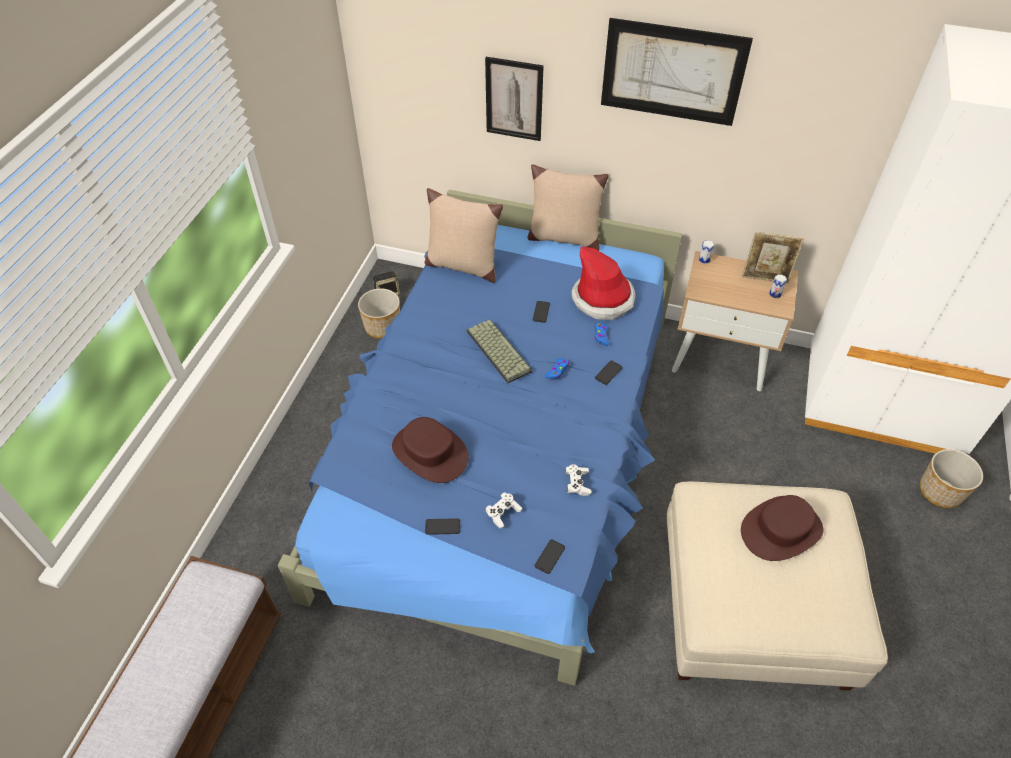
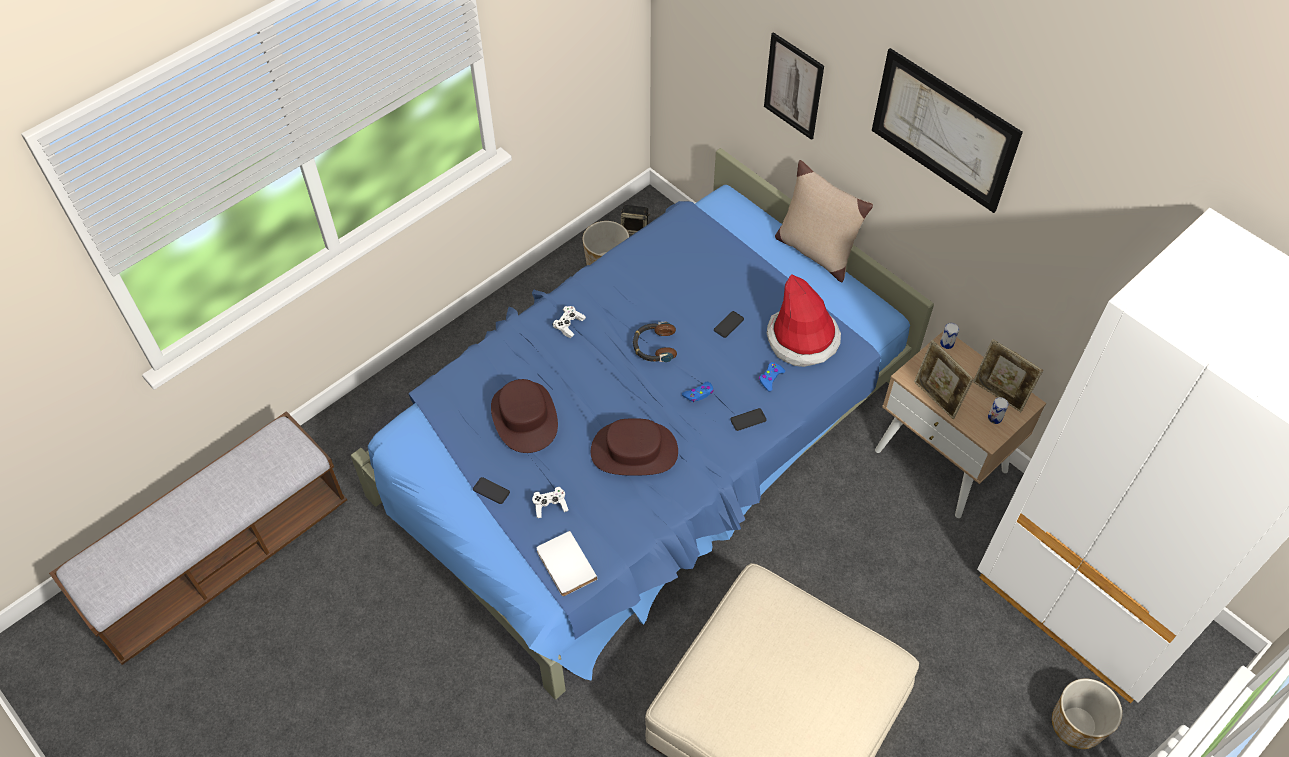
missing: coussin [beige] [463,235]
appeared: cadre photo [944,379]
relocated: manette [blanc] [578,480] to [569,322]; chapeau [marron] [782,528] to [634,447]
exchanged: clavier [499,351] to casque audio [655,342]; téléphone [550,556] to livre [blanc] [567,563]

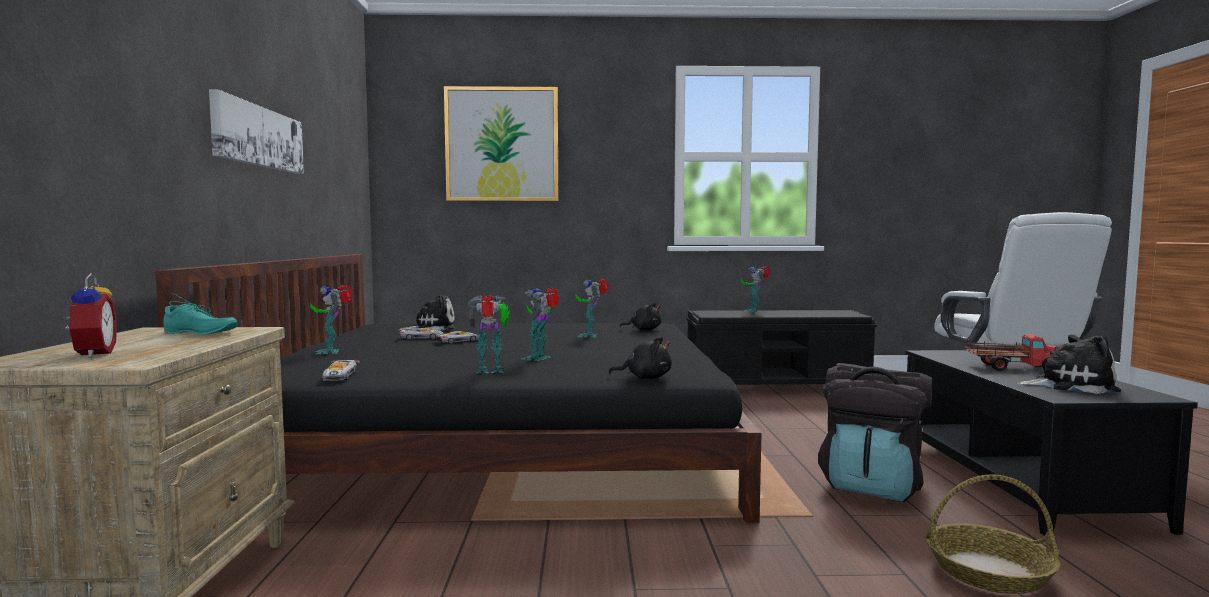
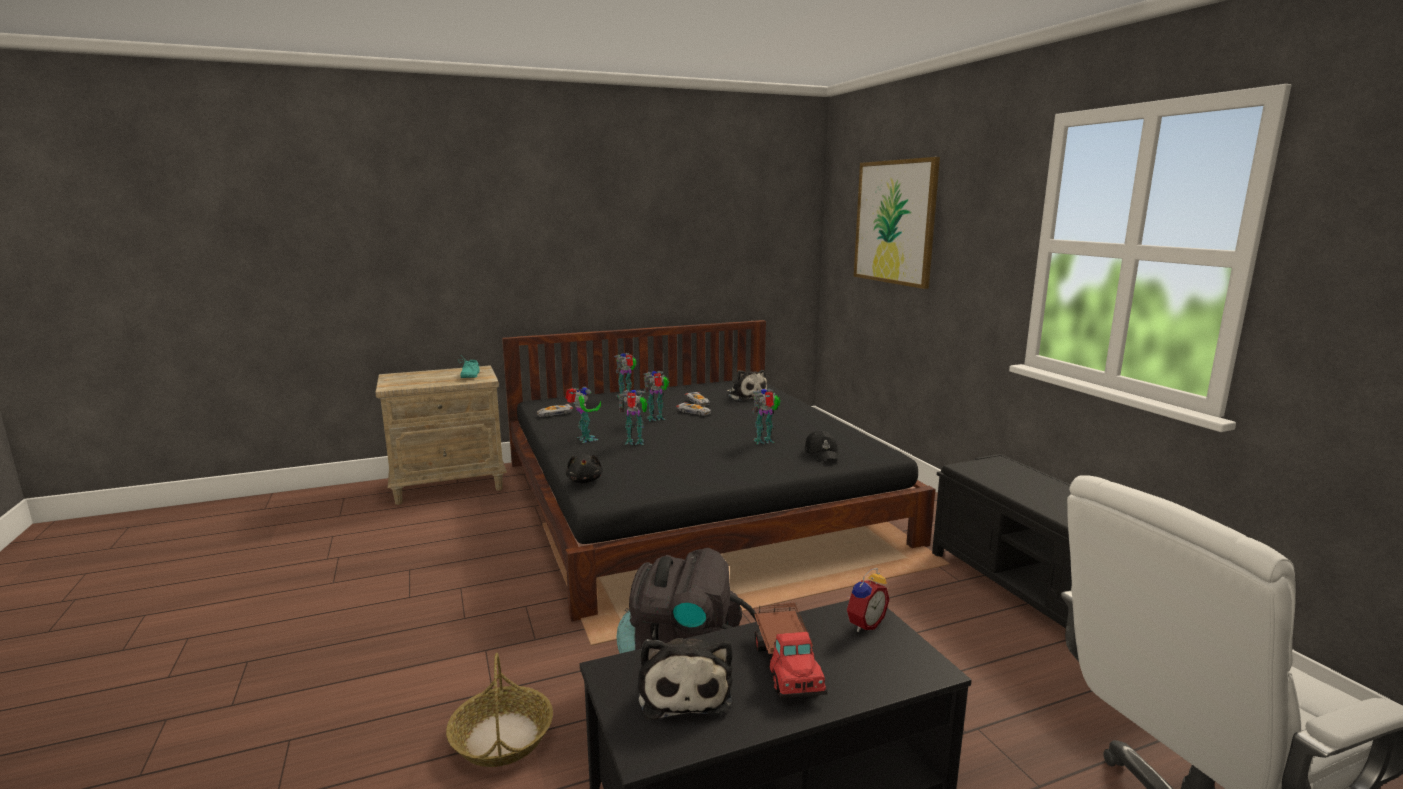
missing: tableau [256,131]
relocated: robot jouet [755,289] to [656,396]; réveil [88,315] to [867,600]
exchanged: peluche [noir] [640,316] to casquette [noir] [821,446]

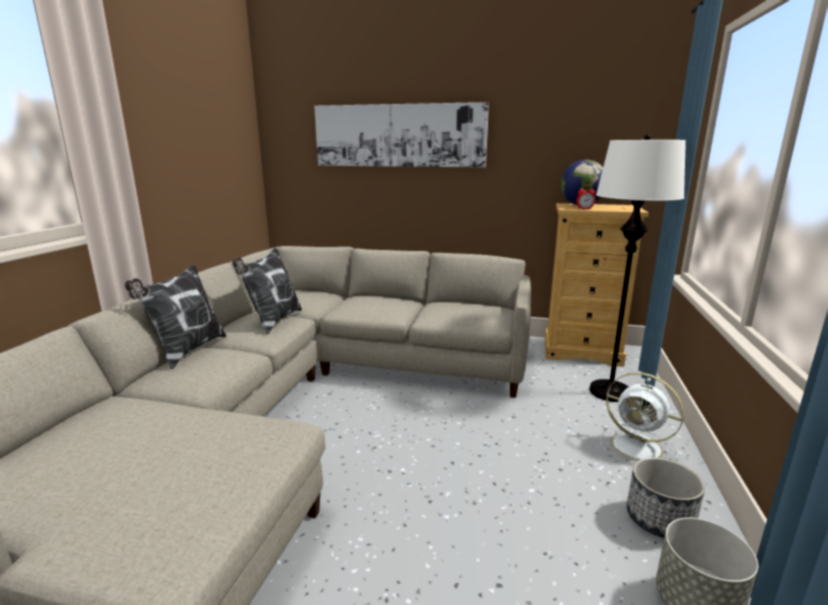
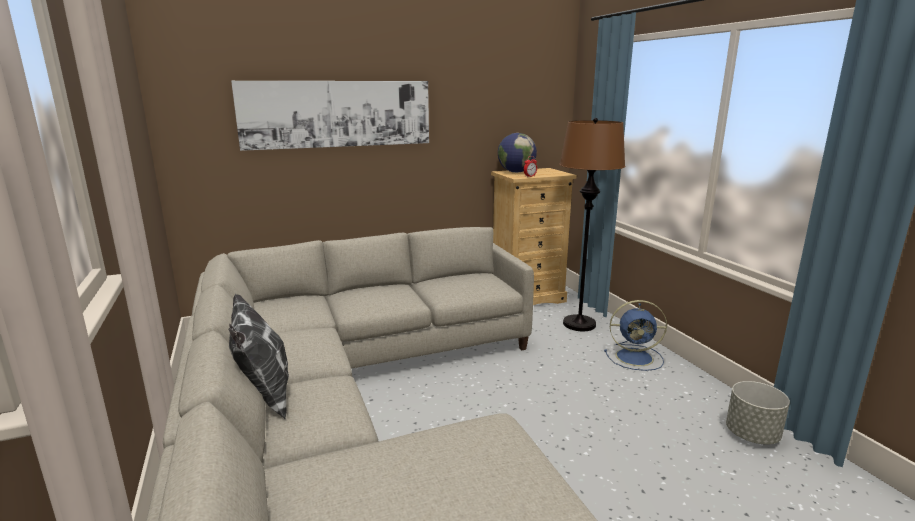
missing: coussin [267,291]; cache-pot [666,497]
colour: lampadaire [blanc] [638,268] to lampadaire [marron] [592,224]; ventilateur [blanc] [642,419] to ventilateur [bleu] [635,335]

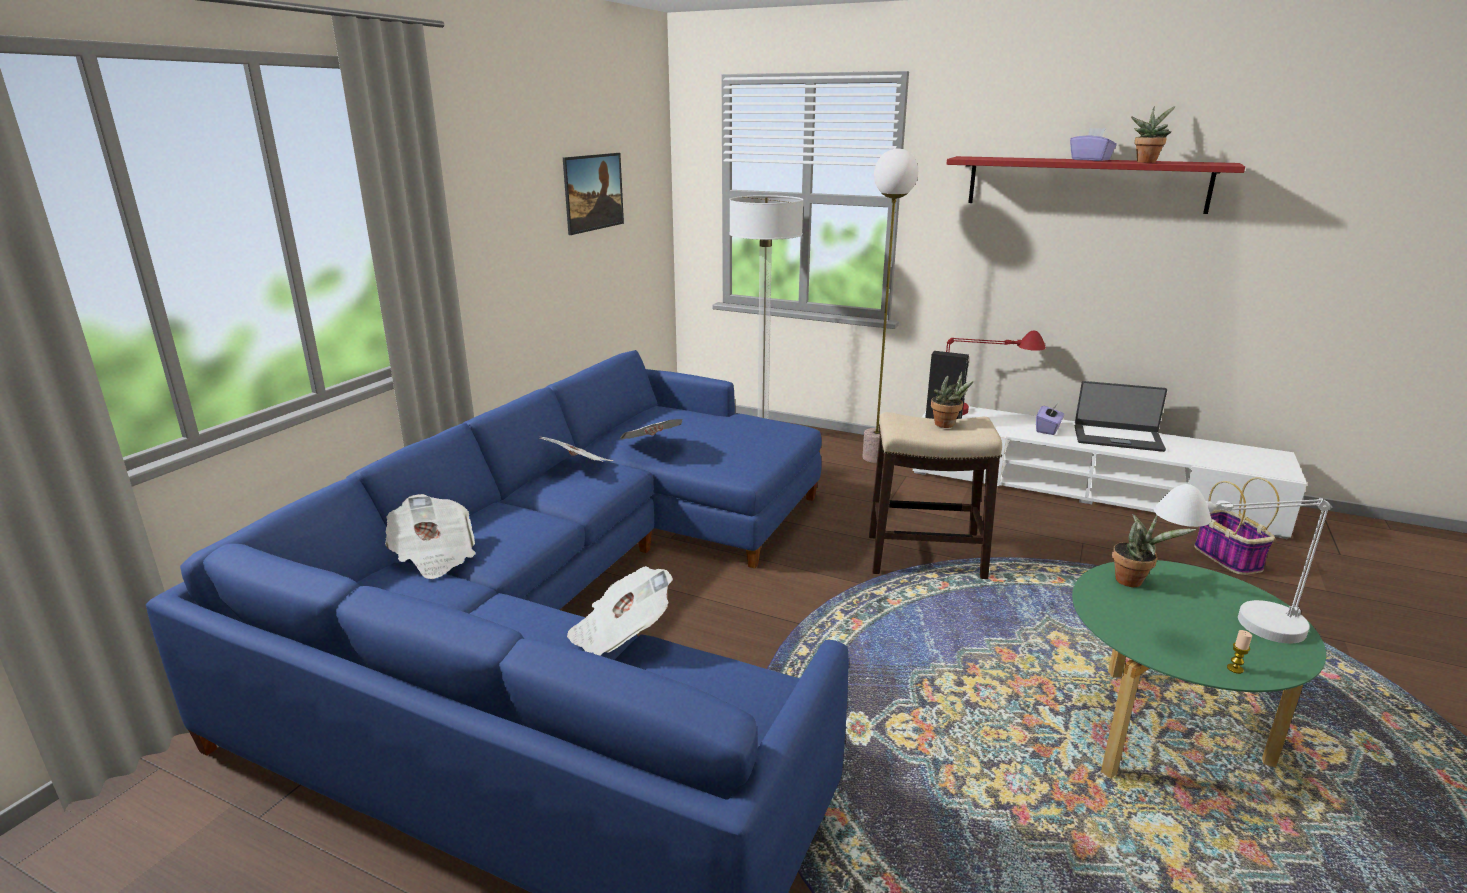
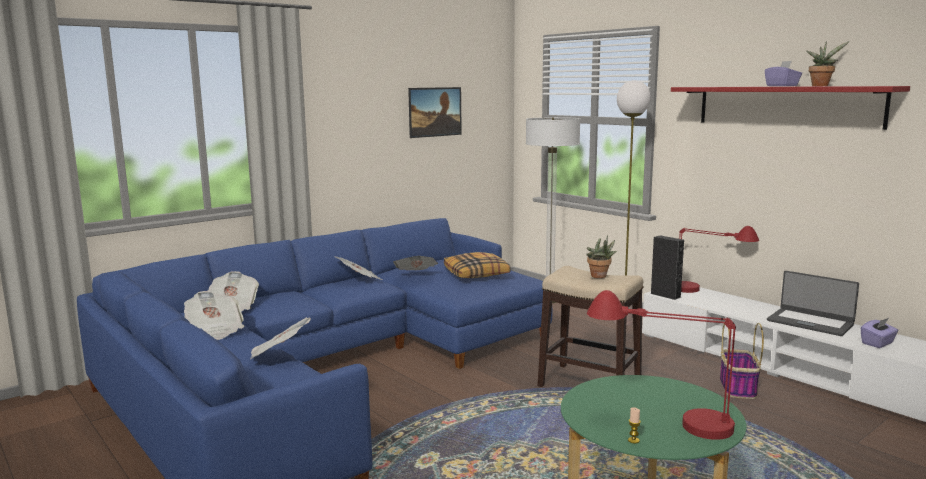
missing: plante en pot [1154,550]
appeared: coussin [477,265]; journal [214,315]
relocated: boîte à mouchoirs [violet] [1050,419] to [880,333]; panier [1237,526] to [742,361]
colour: lampe de table [blanc] [1243,563] to lampe de table [rouge] [661,365]

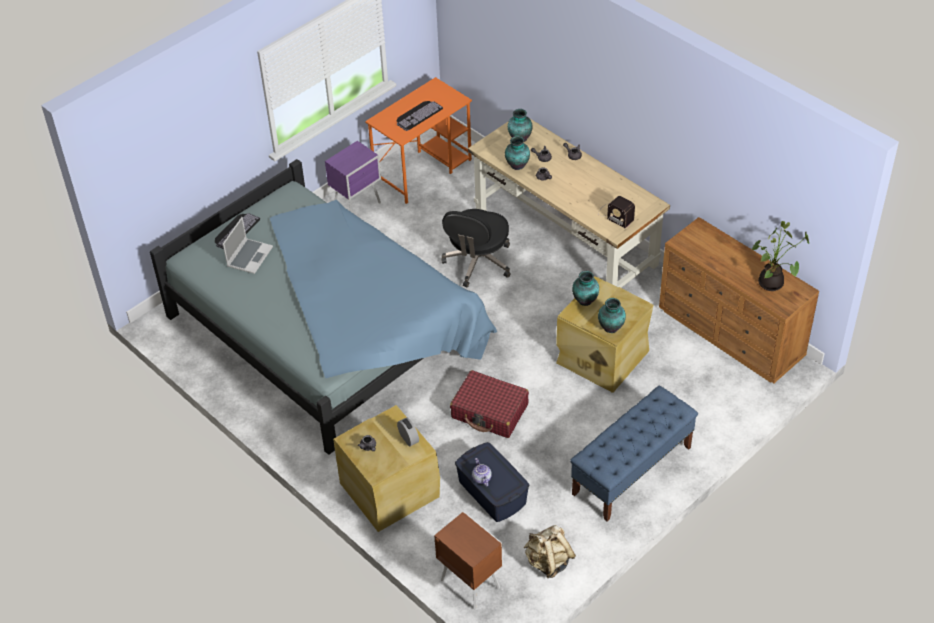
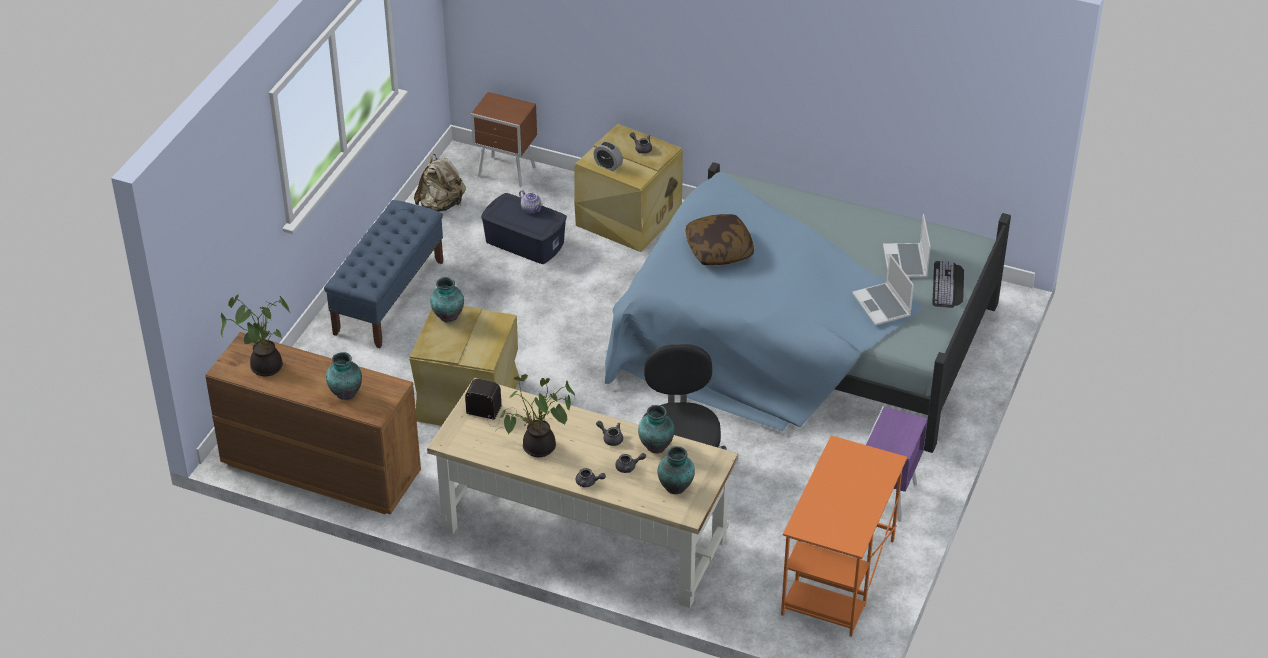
missing: clavier [420,116]; valise [rouge] [489,404]
appeared: coussin [719,239]; ordinateur portable [883,289]; plante en pot [538,415]
relocated: vase [585,288] to [344,376]

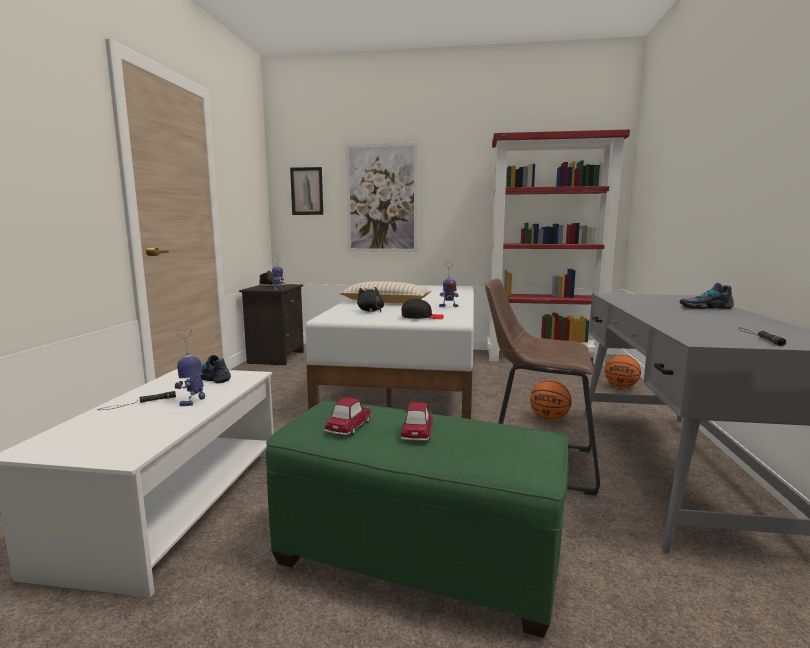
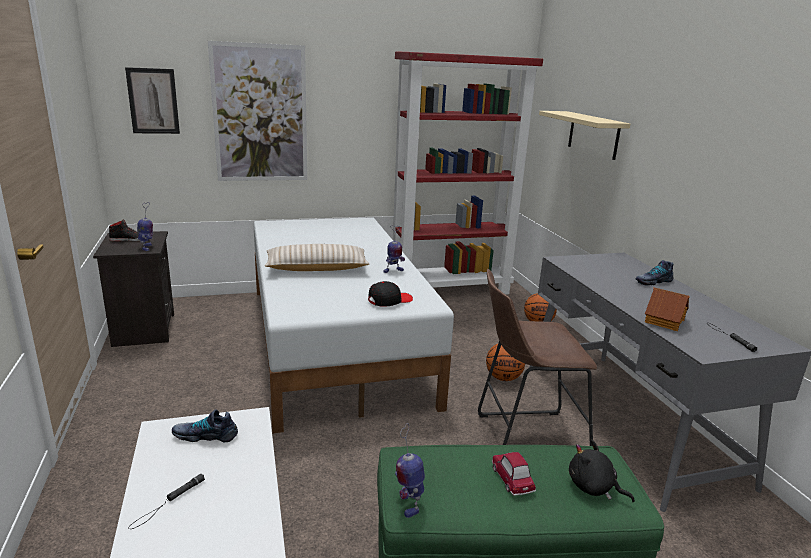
missing: petite voiture [348,416]
appeared: étagère [beige] [584,135]; maison miniature [667,309]
relocated: peluche [noir] [370,299] to [602,471]; robot jouet [190,367] to [410,470]

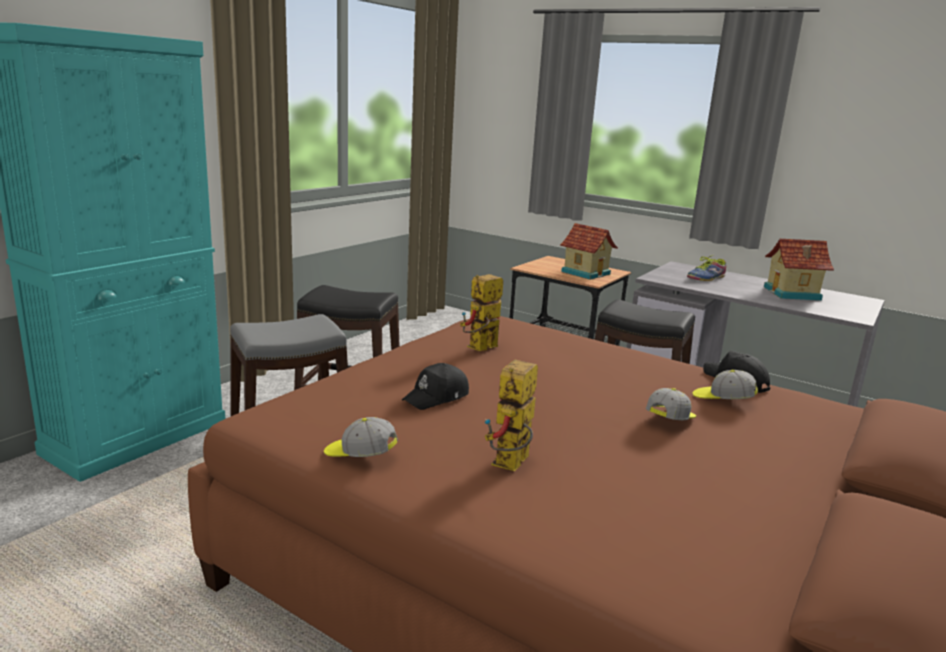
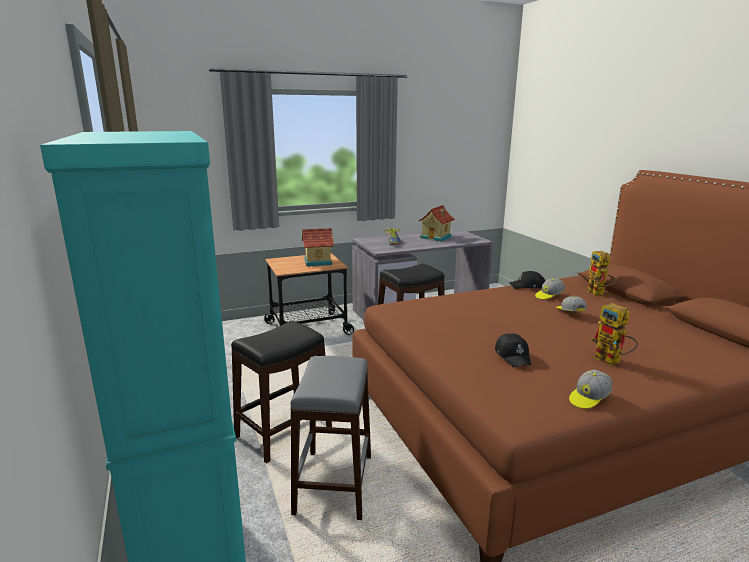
relocated: robot jouet [481,312] to [601,273]

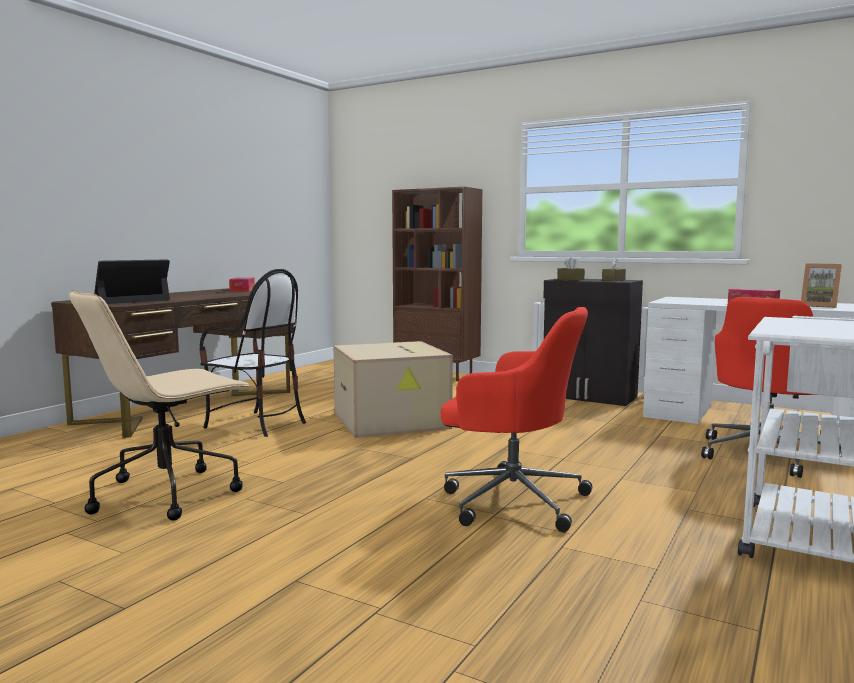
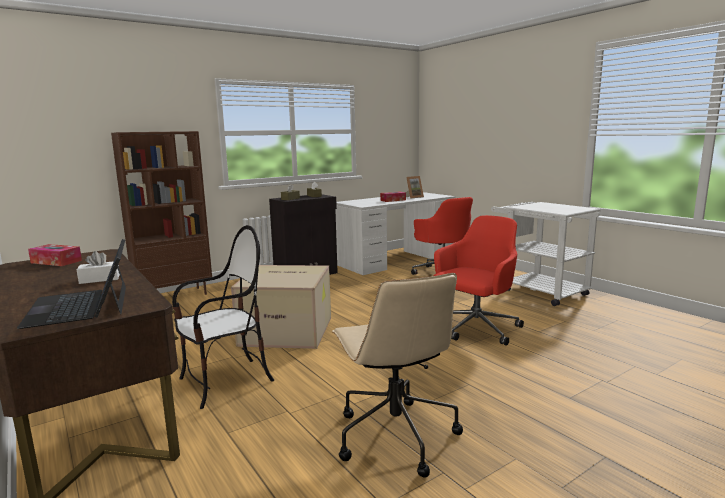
appeared: boîte à mouchoirs [blanc] [98,267]

